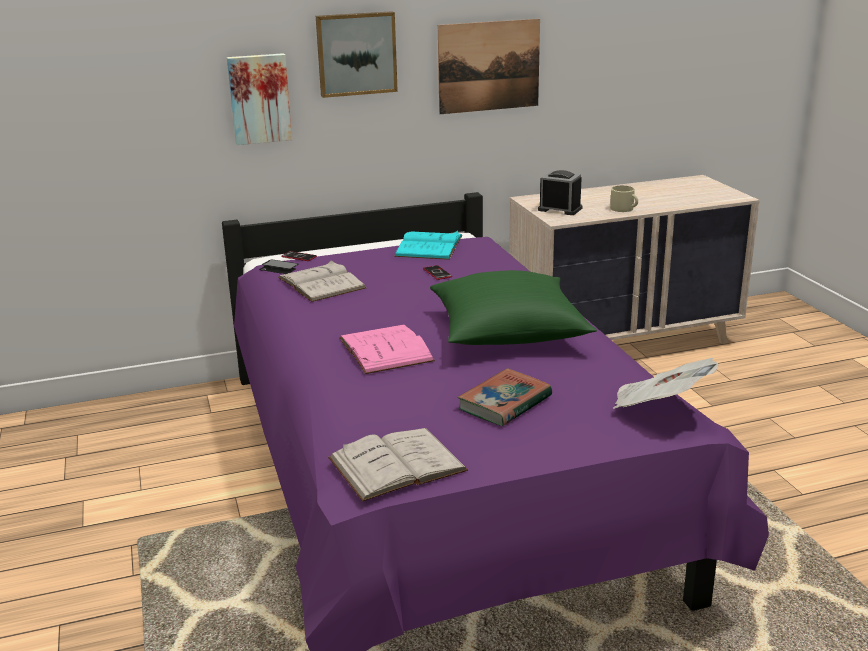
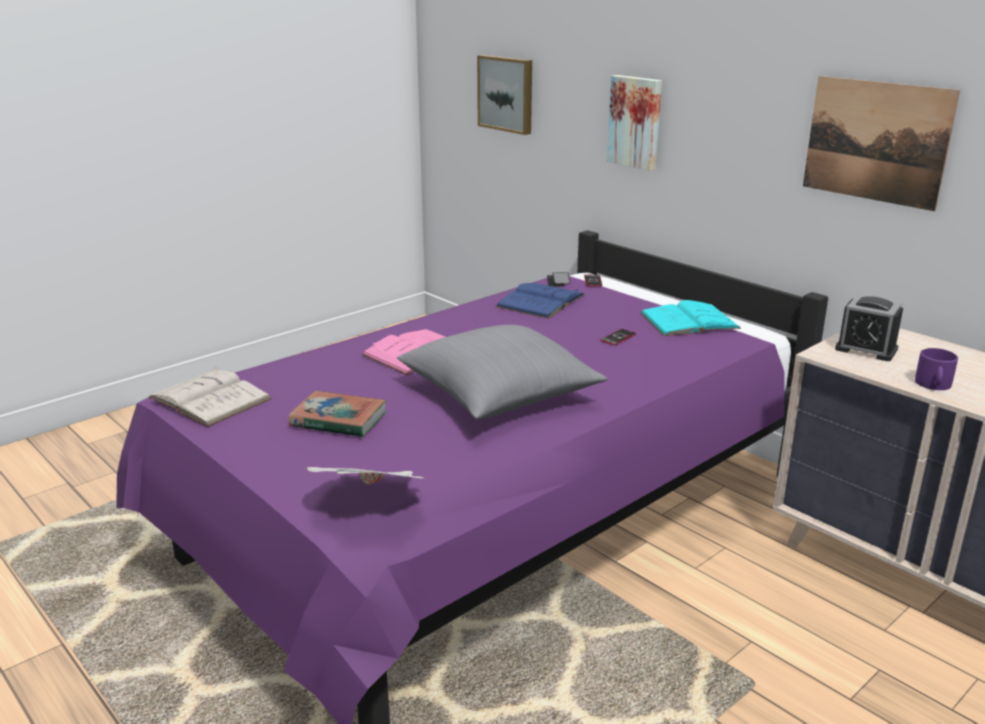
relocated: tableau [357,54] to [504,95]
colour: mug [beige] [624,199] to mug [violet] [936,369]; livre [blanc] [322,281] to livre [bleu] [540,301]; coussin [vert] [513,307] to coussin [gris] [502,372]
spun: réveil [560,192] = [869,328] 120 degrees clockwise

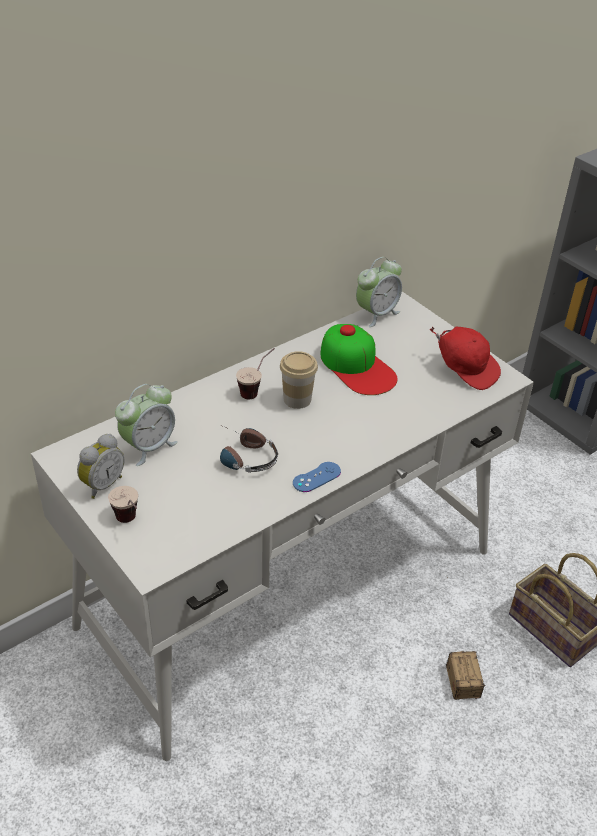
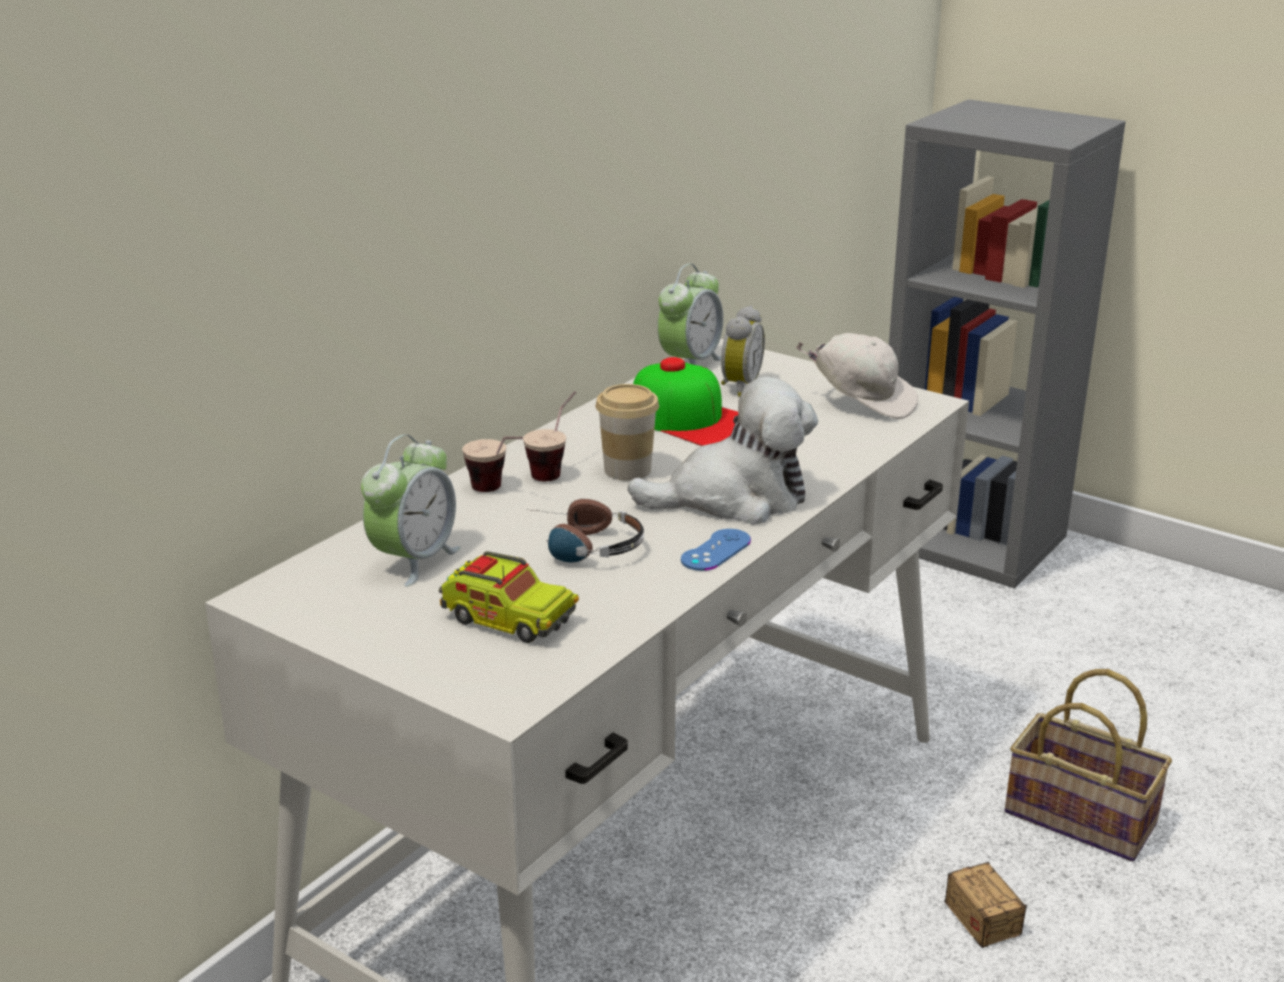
appeared: peluche [723,450]; camion jouet [509,597]
relocated: réveil [100,466] to [743,351]; tasse [123,504] to [492,464]
colour: casquette [rouge] [465,358] to casquette [blanc] [856,376]

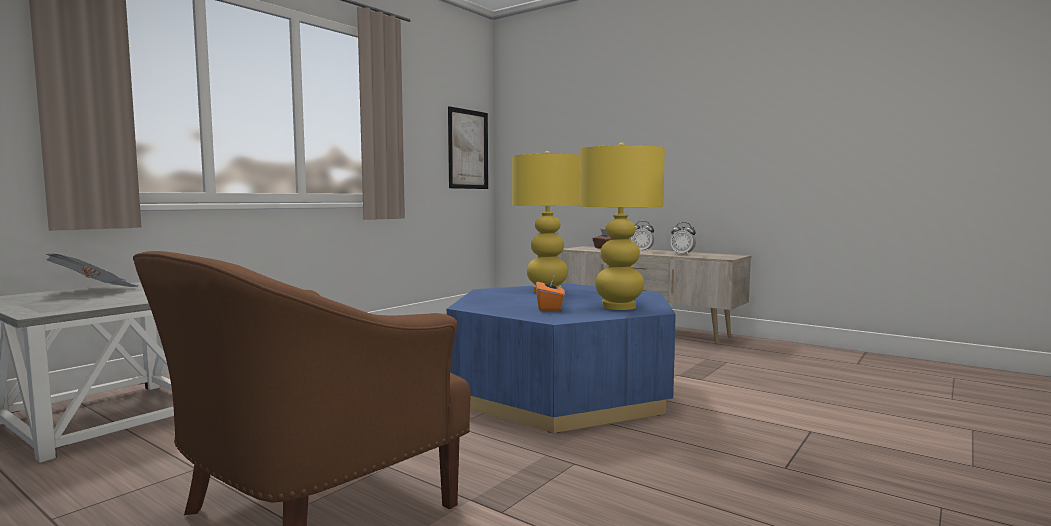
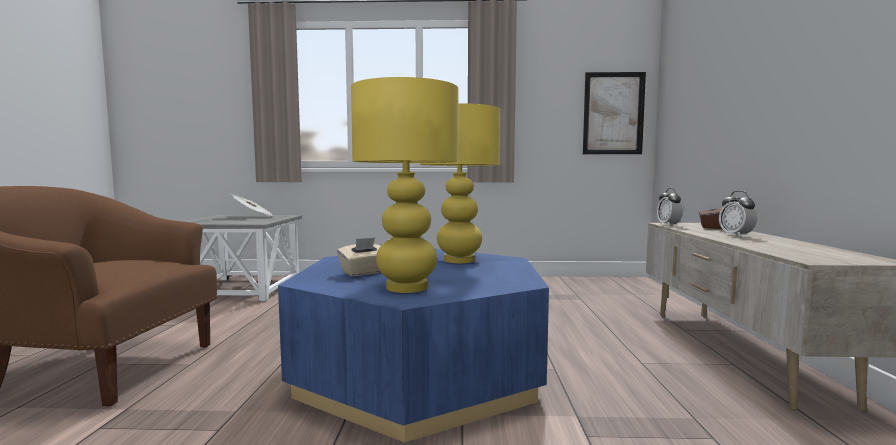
relocated: réveil [683,238] to [670,207]
colour: boîte à mouchoirs [orange] [550,292] to boîte à mouchoirs [beige] [359,256]

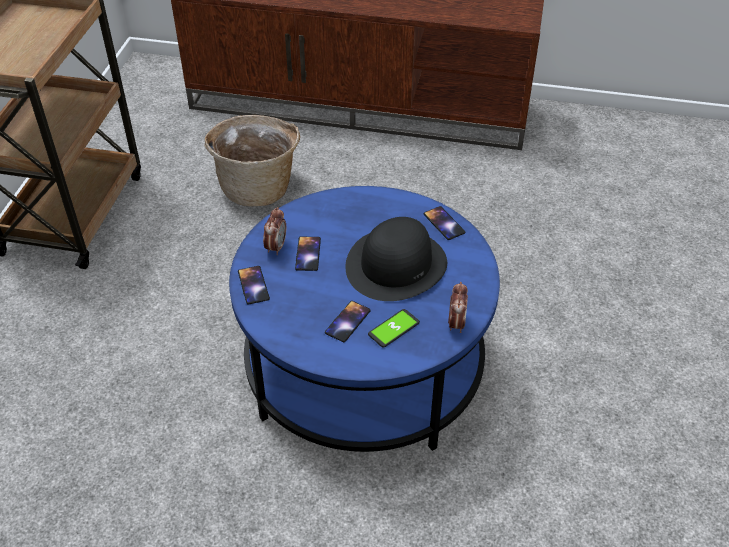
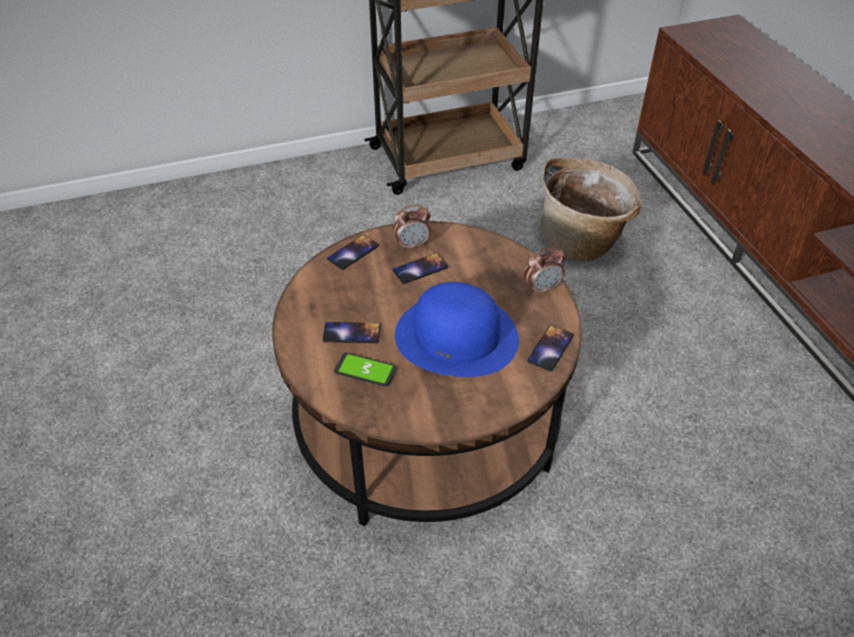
relocated: réveil [458,307] to [544,271]
colour: table basse [bleu] [364,319] to table basse [marron] [427,373]; chapeau [noir] [396,259] to chapeau [bleu] [457,329]

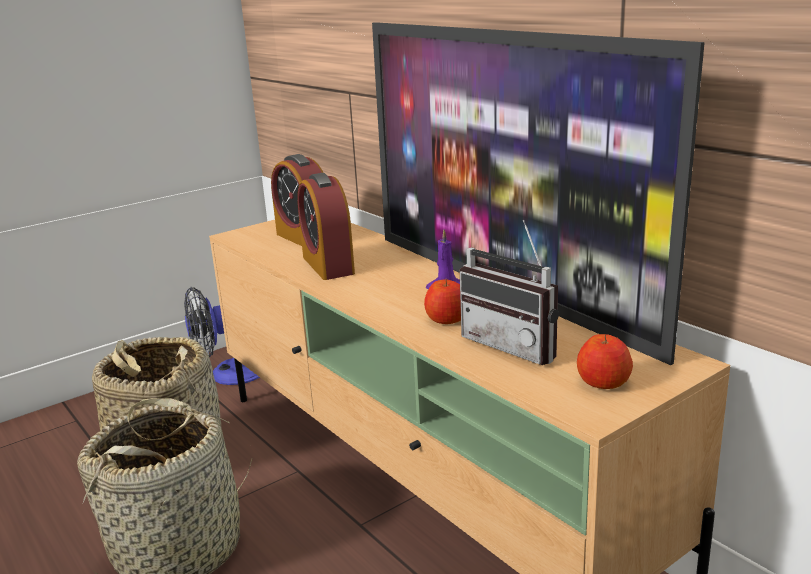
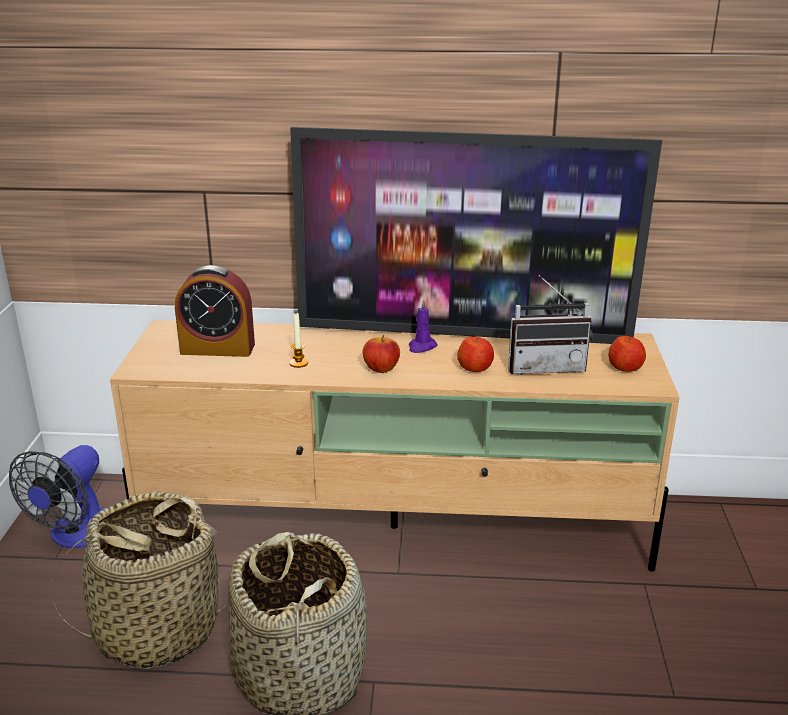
appeared: pomme [381,354]
exchanged: réveil [326,226] to bougie [298,340]

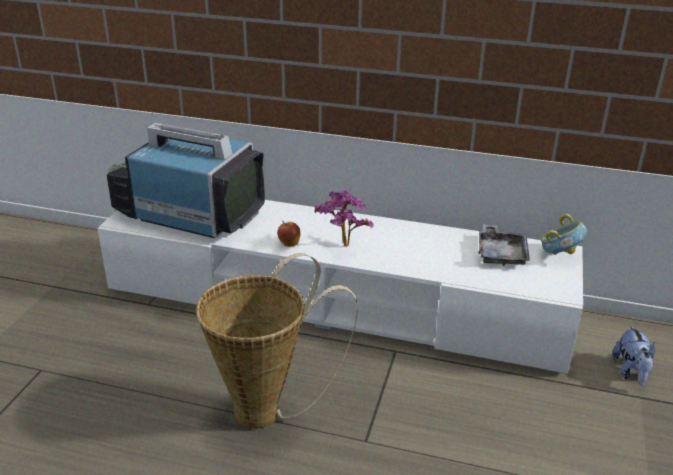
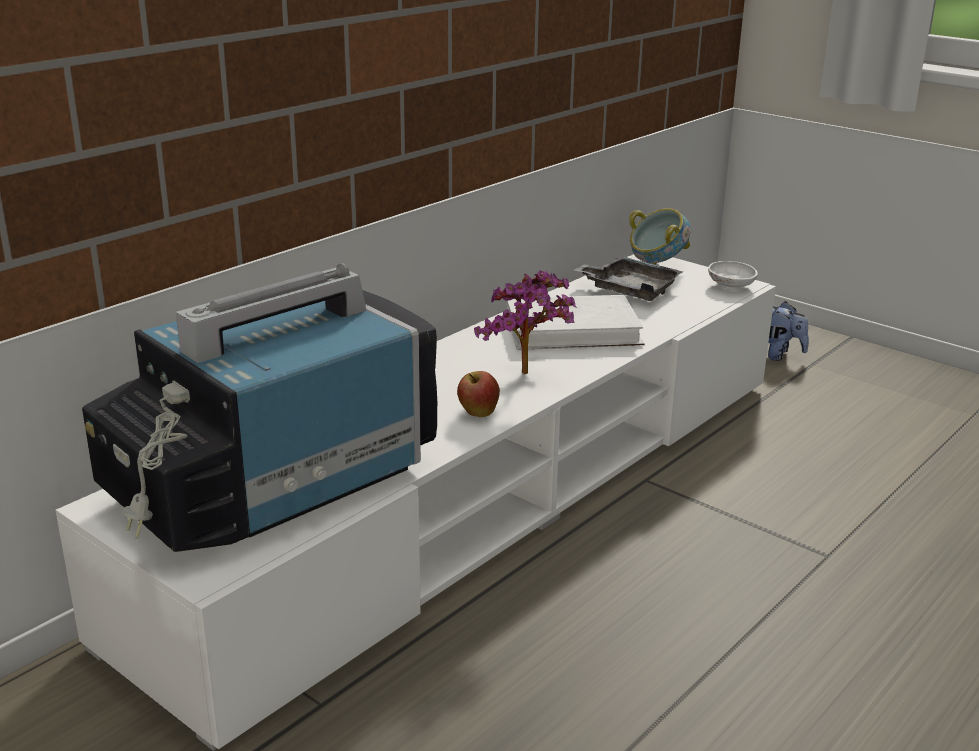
missing: panier [277,341]
appeared: bol [blanc] [733,275]; livre [blanc] [575,322]

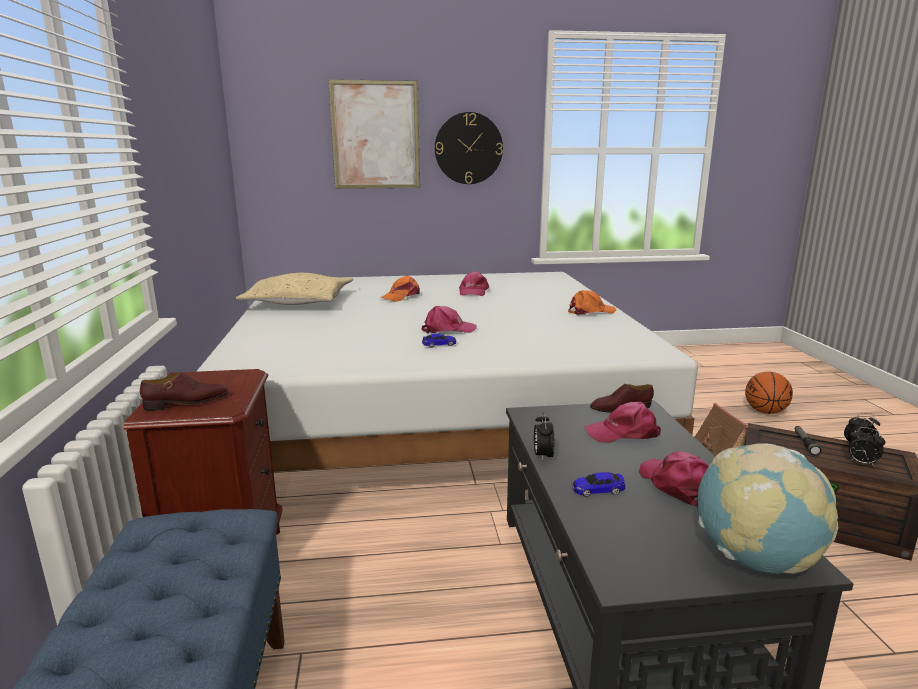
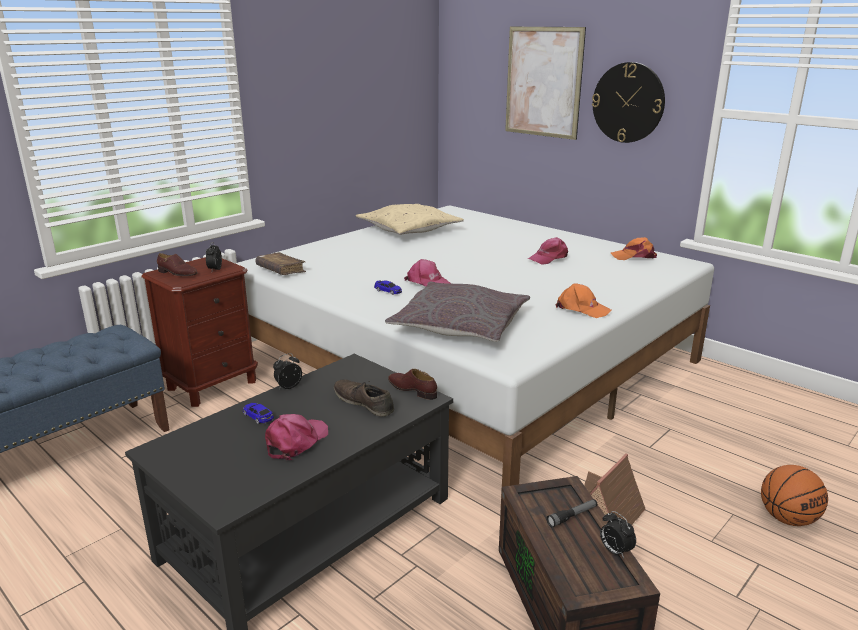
missing: globe [767,509]
appeared: livre [marron] [280,263]; coussin [gris] [457,312]
relocated: casquette [orange] [400,289] to [634,248]; réveil [867,447] to [214,256]
exchanged: casquette [rose] [623,422] to chaussure [marron] [364,398]

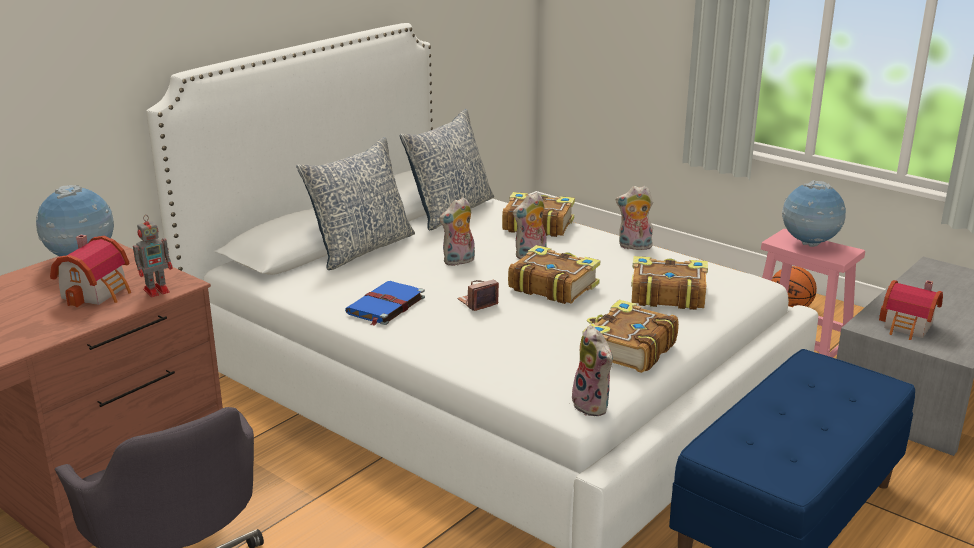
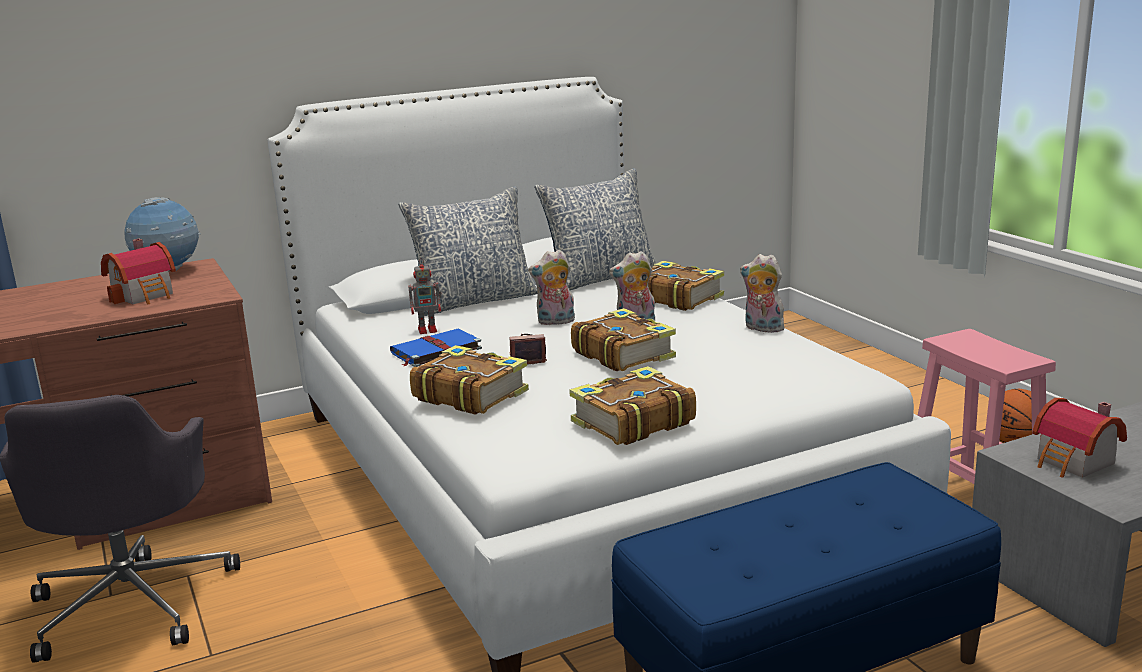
missing: globe [814,213]; peluche [592,370]
relocated: robot jouet [153,256] to [425,296]; livre [669,283] to [469,380]

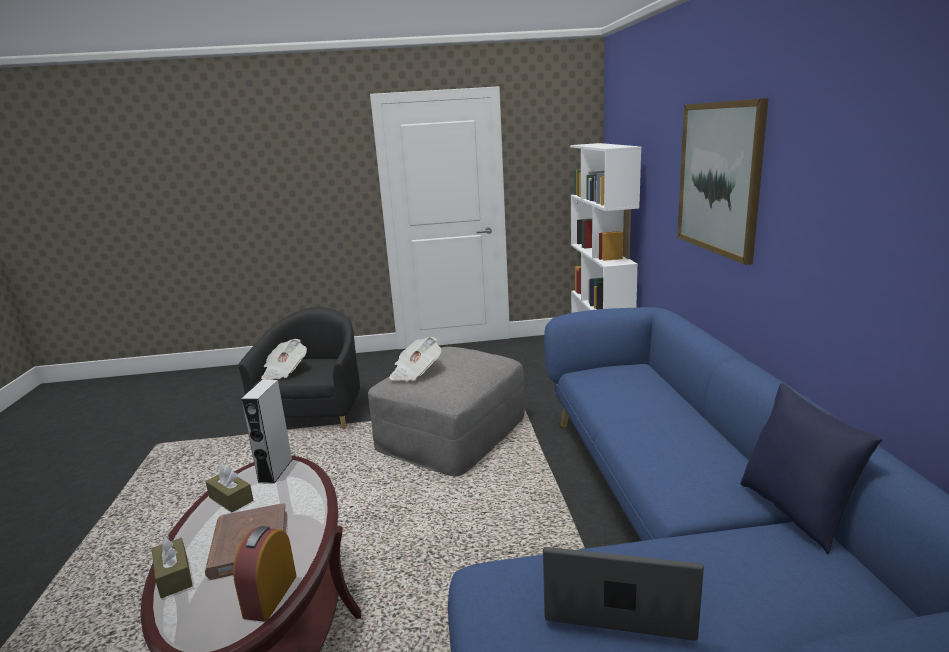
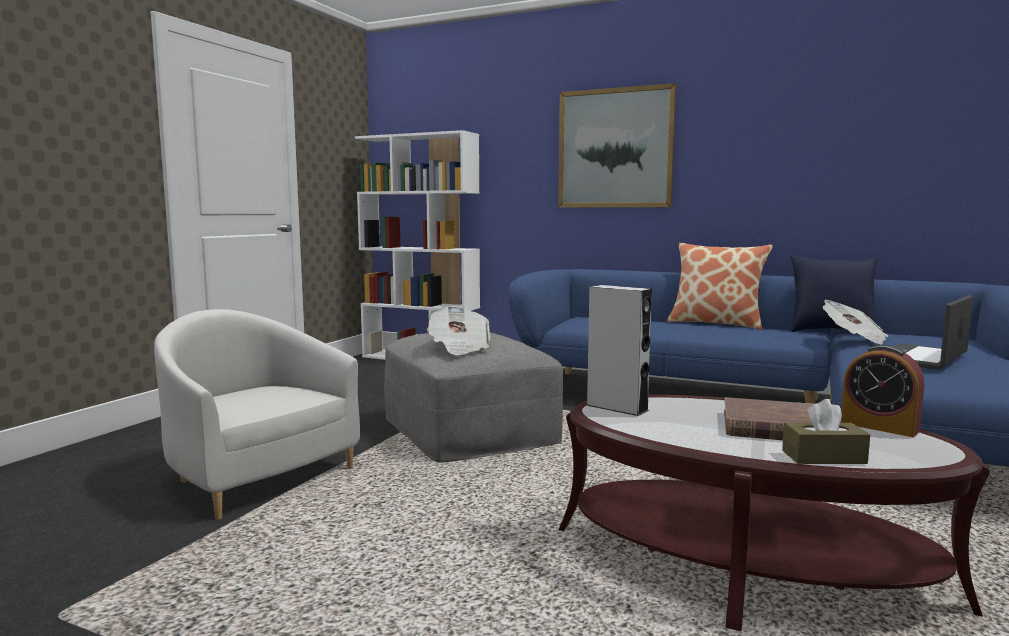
missing: boîte à mouchoirs [marron] [229,488]
appeared: coussin [720,286]
relocated: journal [284,359] to [855,322]
colour: fauteuil [noir] [299,368] to fauteuil [blanc] [257,414]

